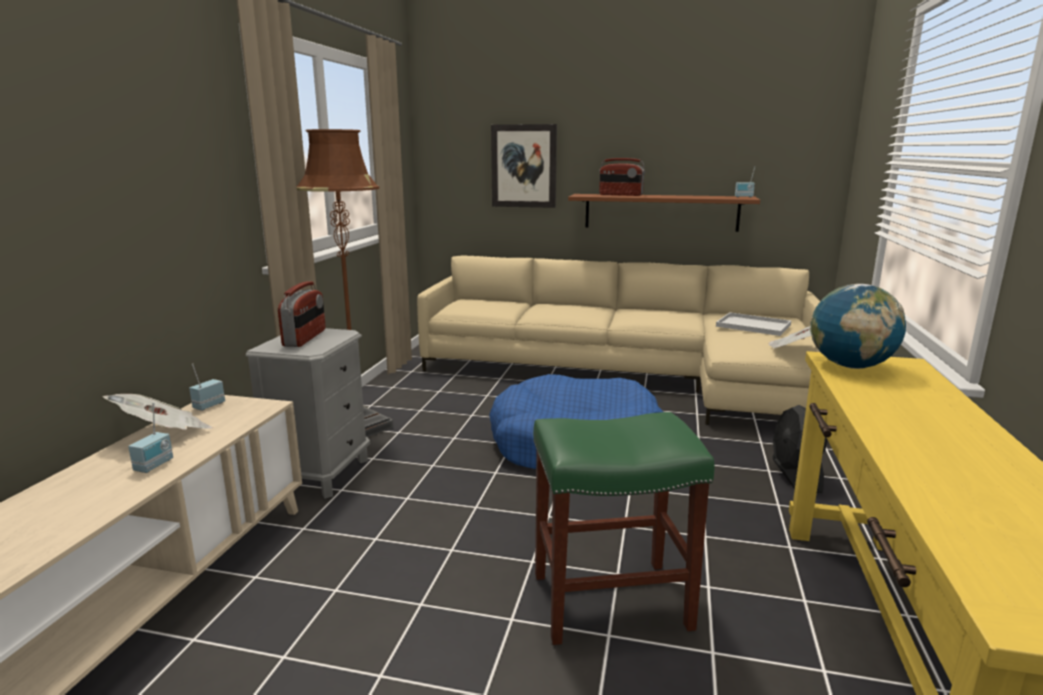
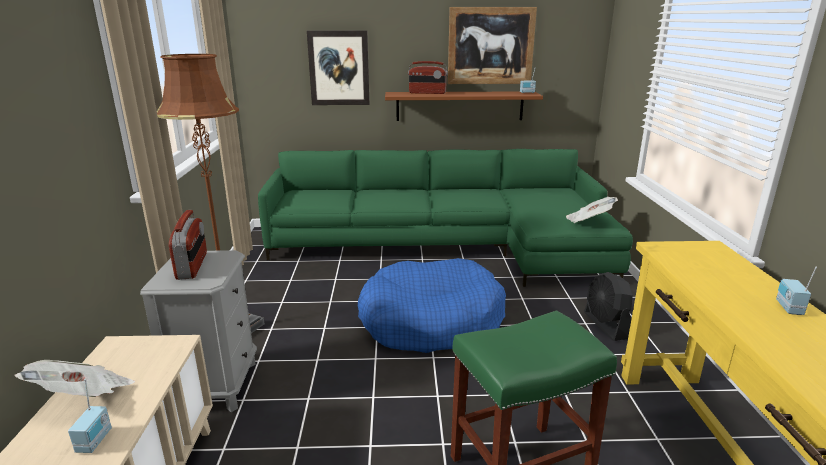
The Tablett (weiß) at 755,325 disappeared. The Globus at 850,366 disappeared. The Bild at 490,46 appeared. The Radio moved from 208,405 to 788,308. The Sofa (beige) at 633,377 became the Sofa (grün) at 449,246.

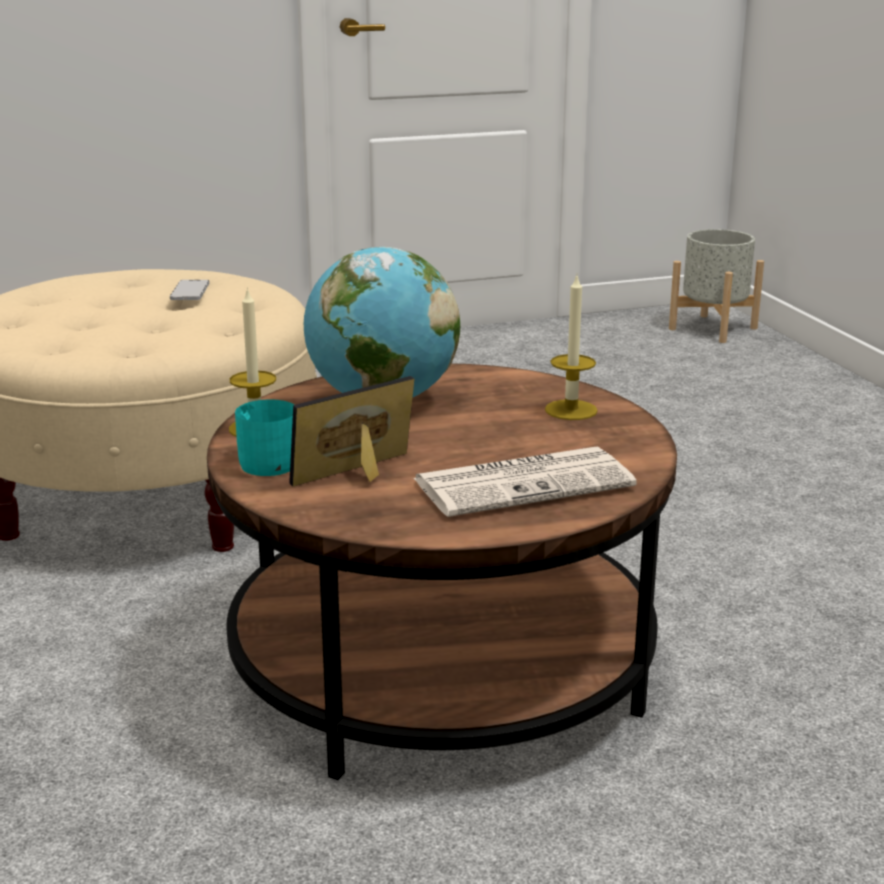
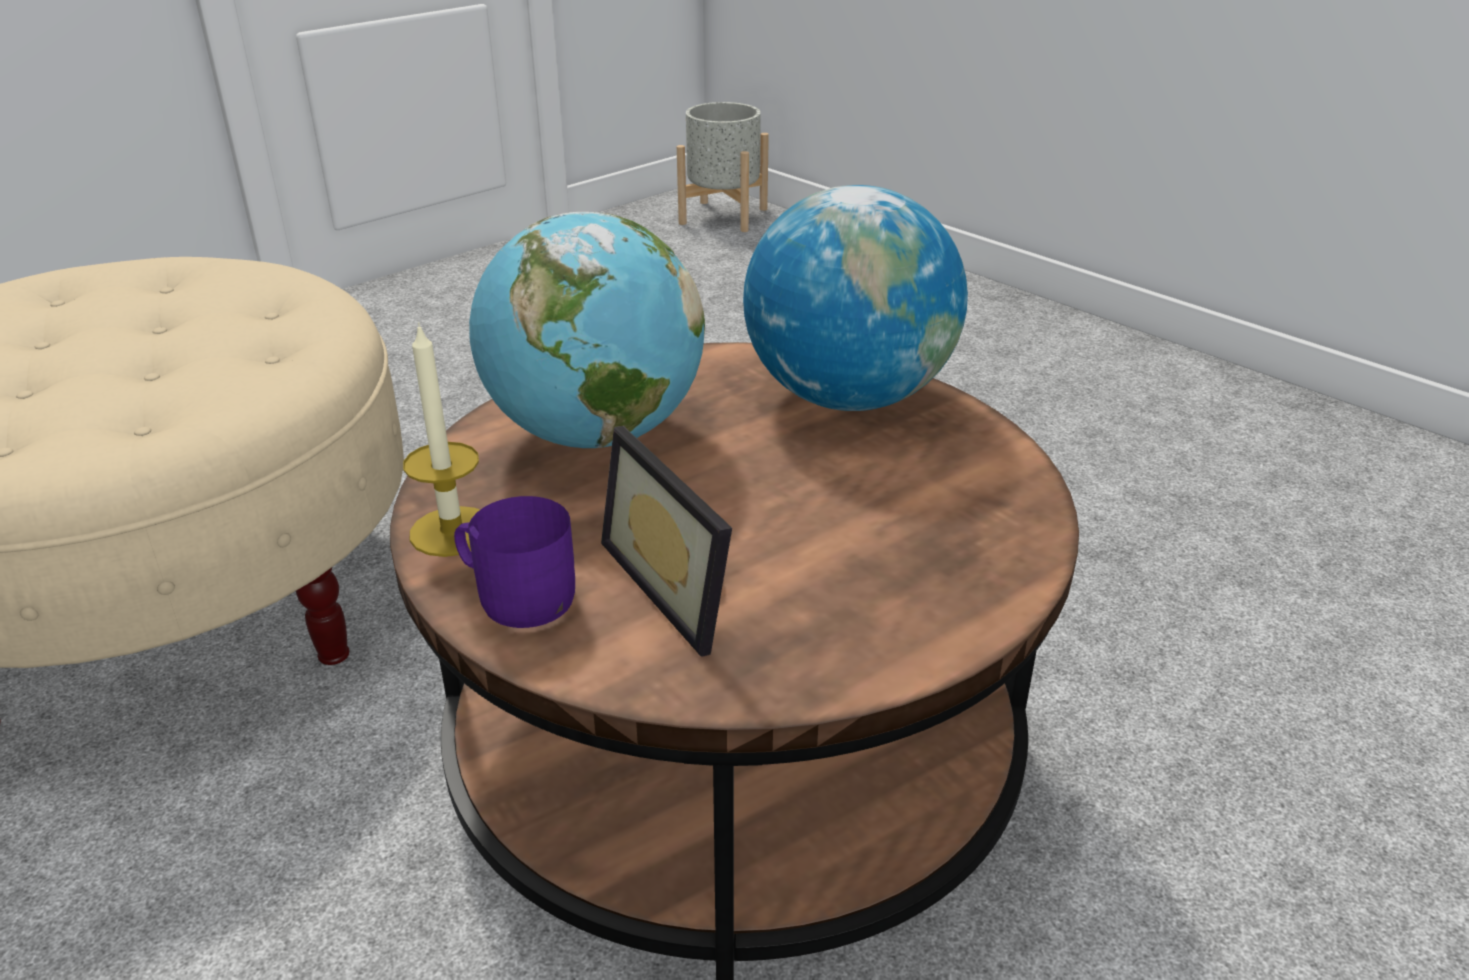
The Handy at 190,291 disappeared. The Zeitung at 525,483 disappeared. The Kerze at 571,410 was replaced by the Globus at 848,397. The Henkelbecher (türkis) at 264,461 became the Henkelbecher (lila) at 516,594. The Bilderrahmen at 361,476 turned 60 degrees counterclockwise.

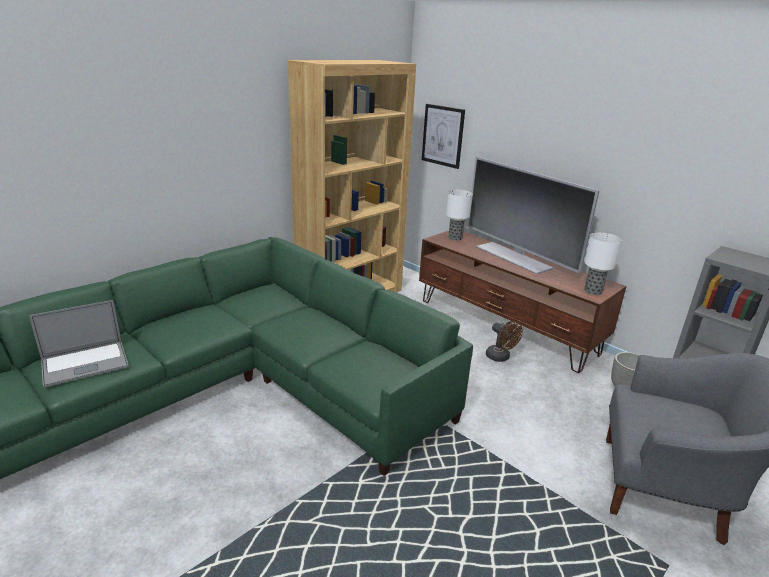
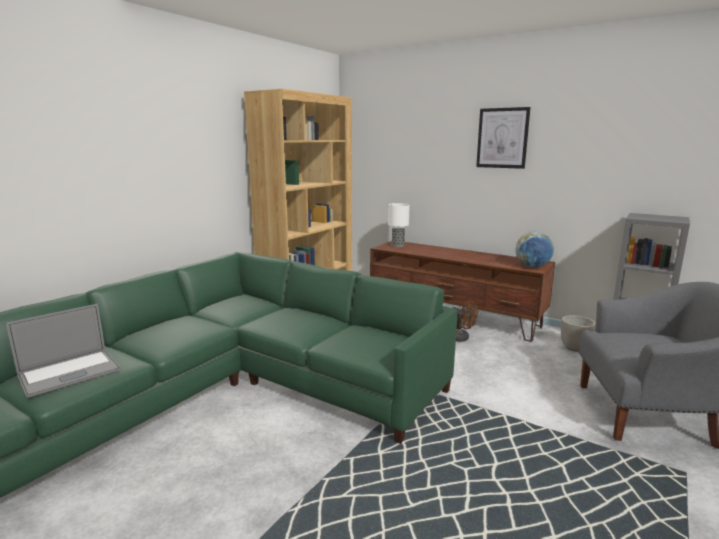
The Fernseher at 514,257 disappeared. The Bild moved from 443,136 to 502,138. The Tischlampe at 593,291 was replaced by the Globus at 532,267.

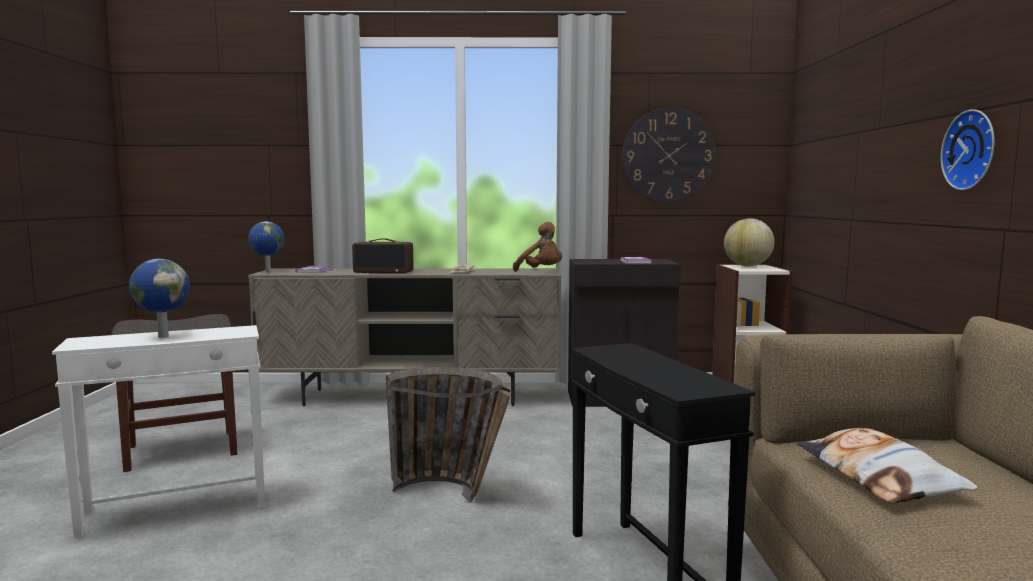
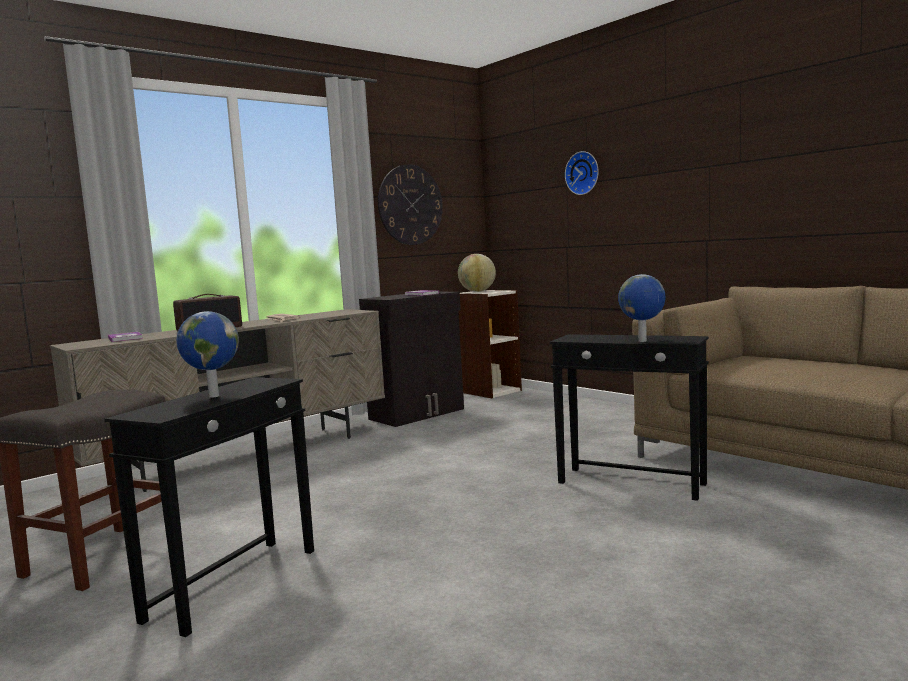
The Korb at 454,494 disappeared. The Plüschtier (braun) at 541,271 disappeared. The Kissen at 878,477 disappeared. The Globus moved from 267,271 to 643,341. The Wanduhr moved from 973,150 to 583,173. The Beistelltisch (weiß) at 177,510 became the Beistelltisch (schwarz) at 235,583.

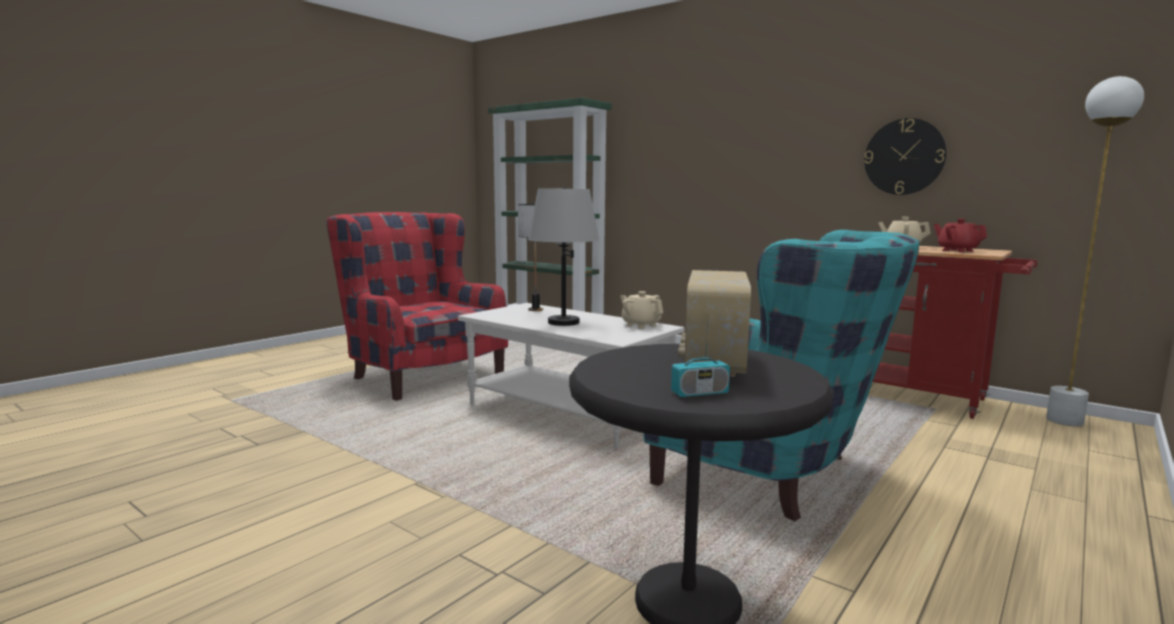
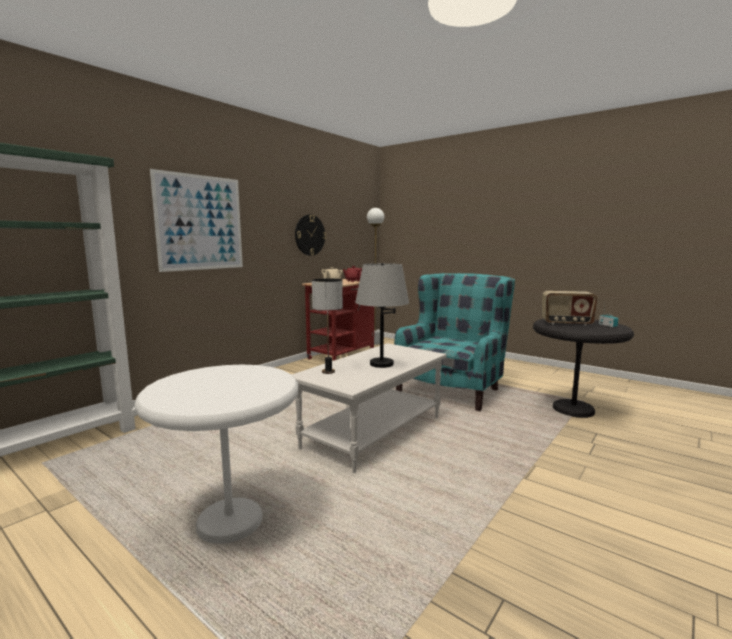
The Teekanne (beige) at 641,325 disappeared. The Bild at 200,223 appeared. The Sessel (rot) at 420,374 was replaced by the Beistelltisch (weiß) at 229,522.

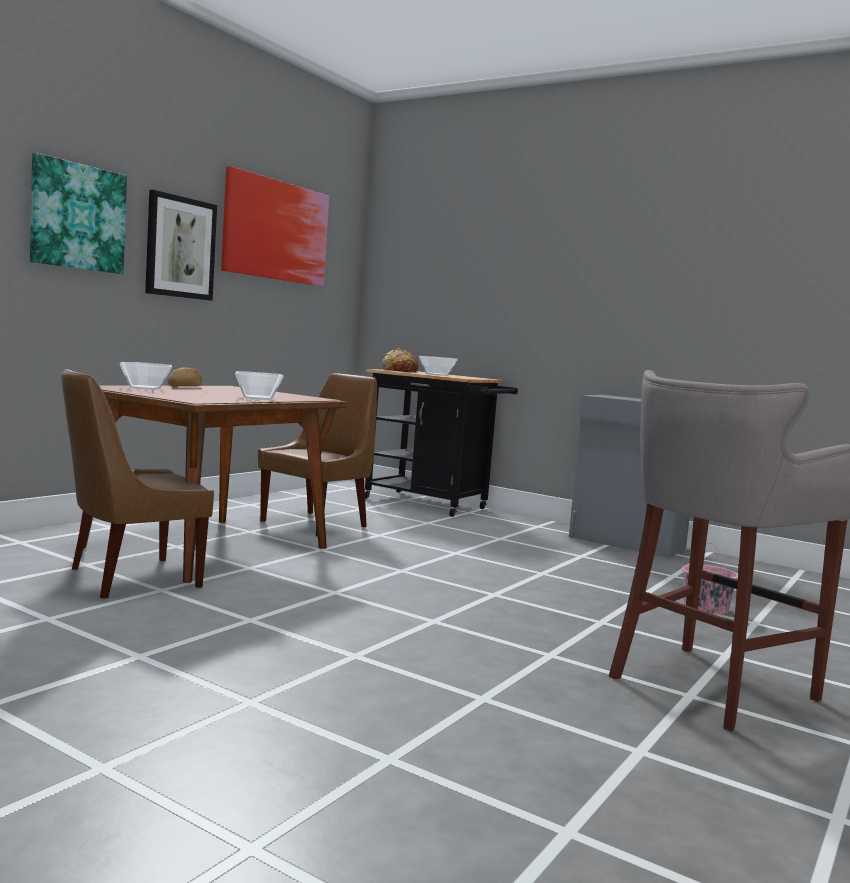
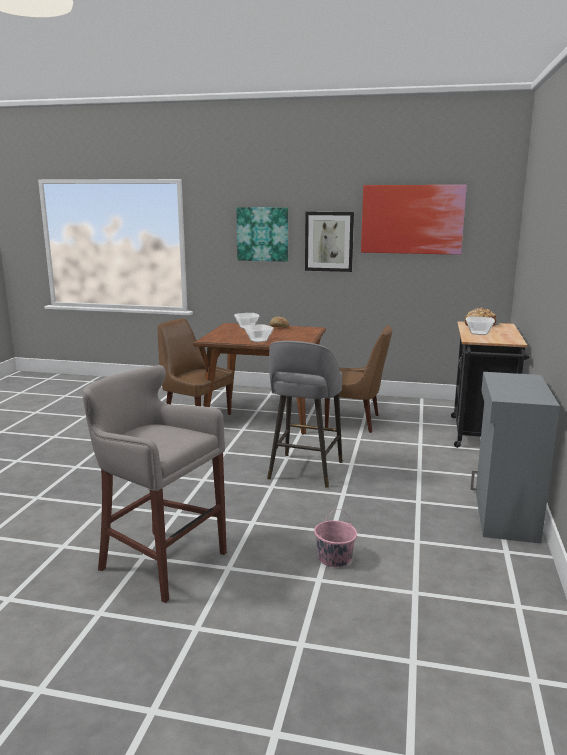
The Hocker (grau) at 304,471 appeared.

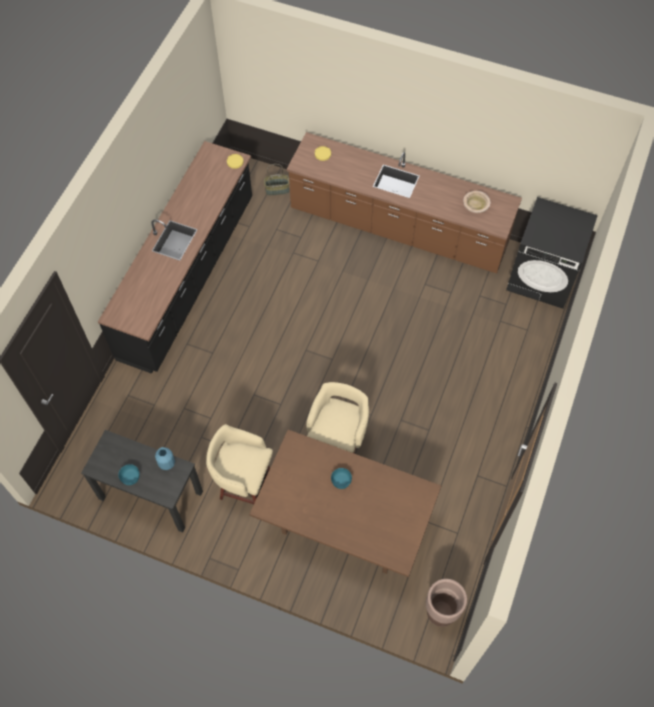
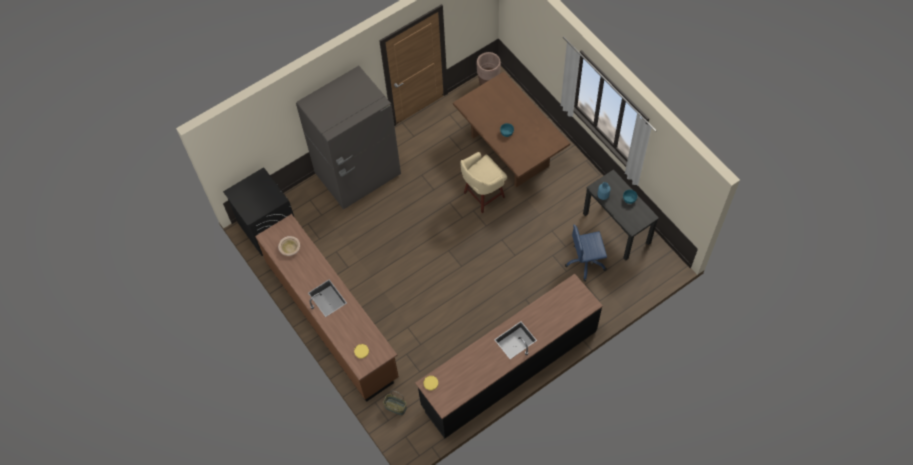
The Hocker (beige) at 244,485 disappeared. The Kühlschrank (grau) at 358,175 appeared. The Bürostuhl (blau) at 585,262 appeared.

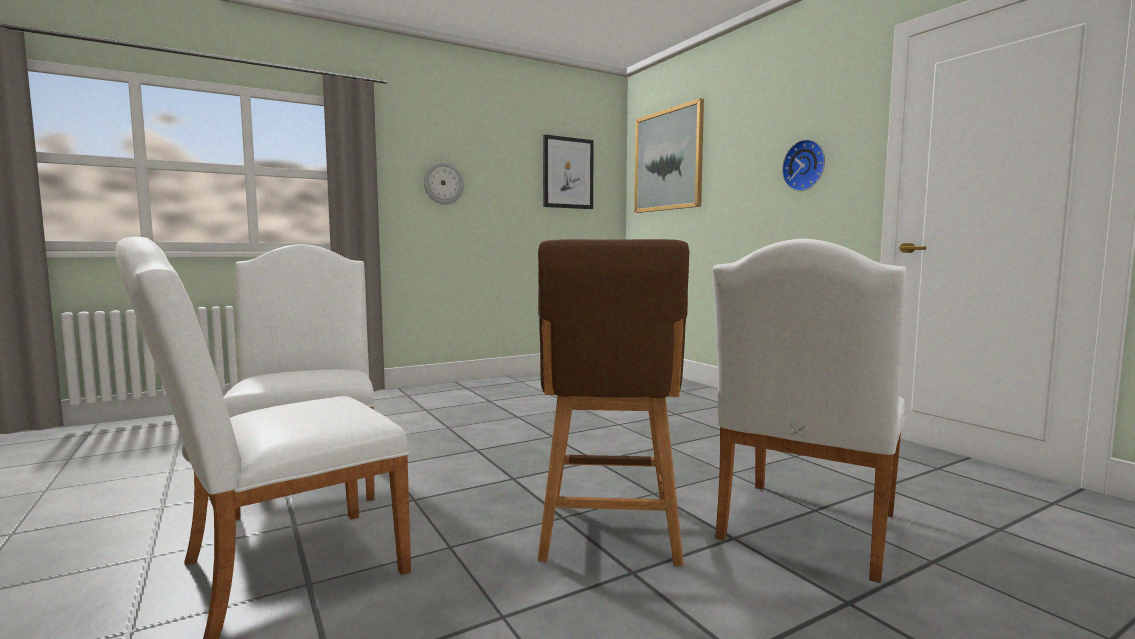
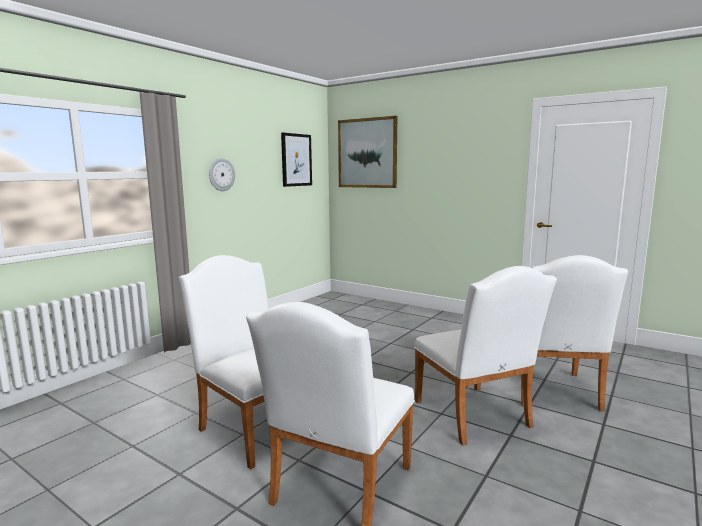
The Wanduhr at 805,165 disappeared. The Hocker (braun) at 609,534 was replaced by the Stuhl (weiß) at 475,417.

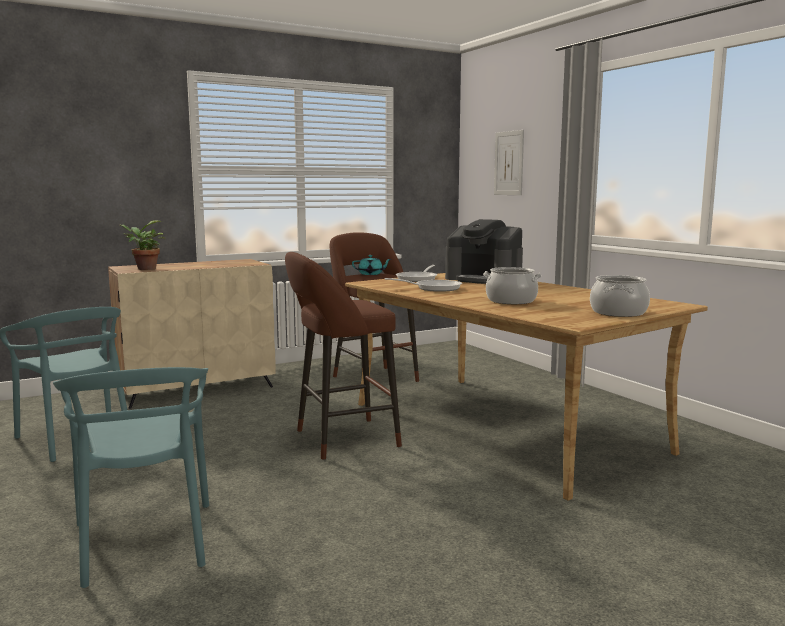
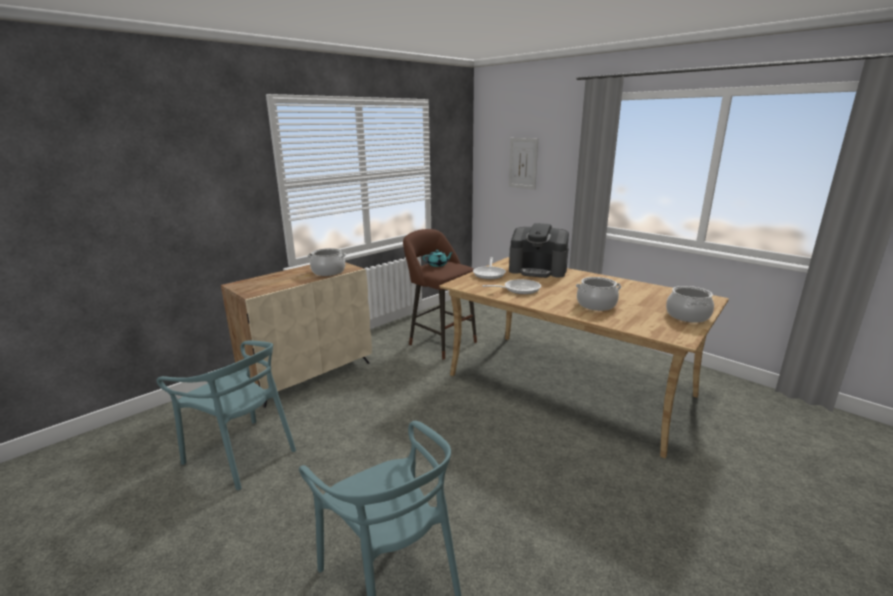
The Topfpflanze at 144,269 disappeared. The Hocker (braun) at 341,439 disappeared. The Kochtopf at 328,272 appeared.

